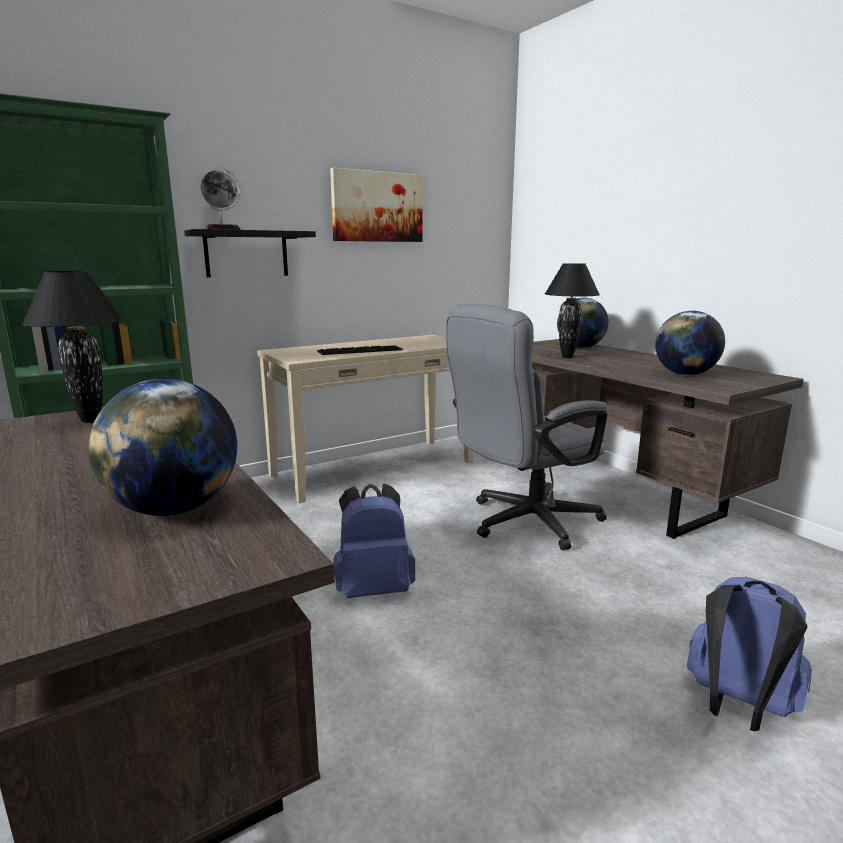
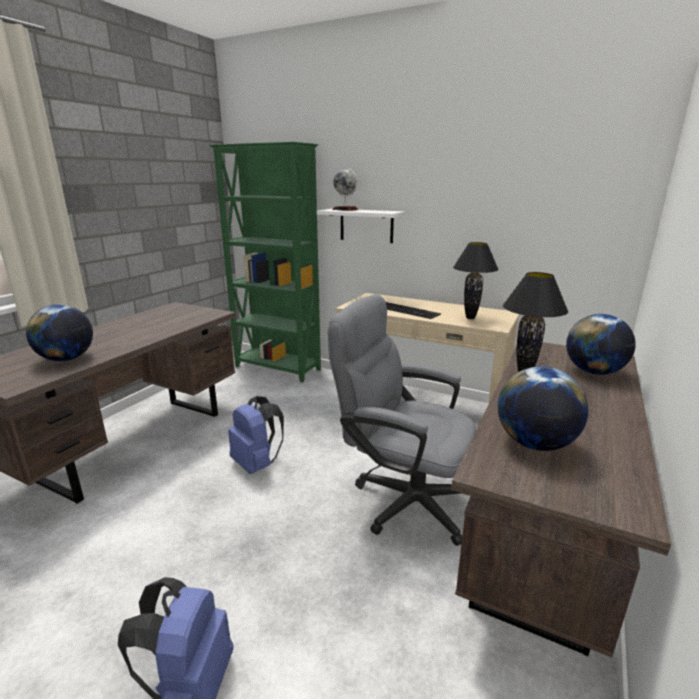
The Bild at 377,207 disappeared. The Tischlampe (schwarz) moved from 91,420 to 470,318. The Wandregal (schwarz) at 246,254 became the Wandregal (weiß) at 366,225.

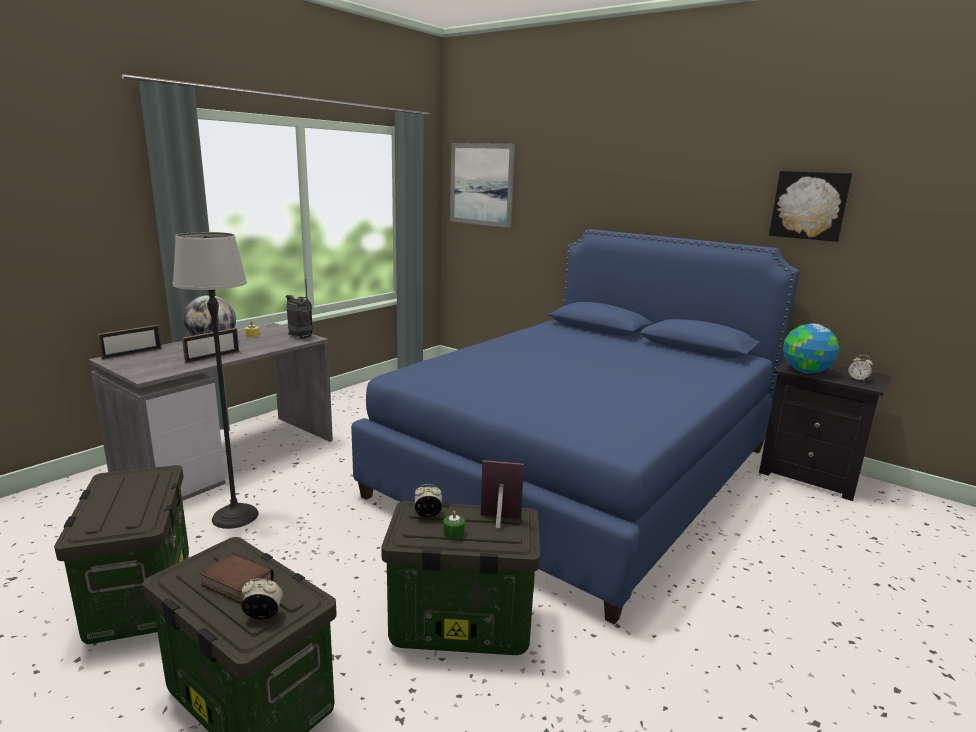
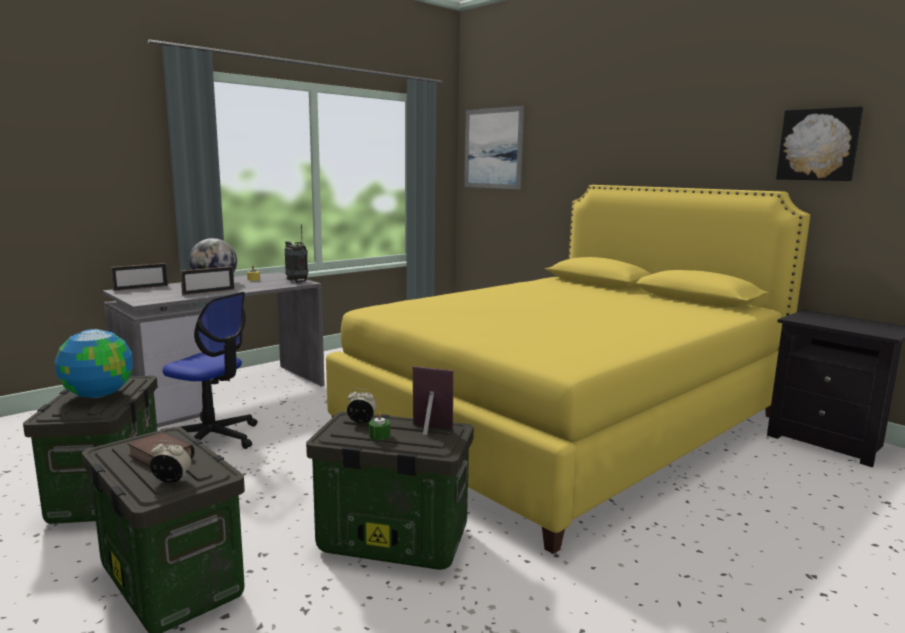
The Wecker at 858,379 disappeared. The Globus moved from 805,371 to 97,395. The Stehlampe at 235,516 was replaced by the Bürostuhl at 212,439. The Bett (blau) at 580,471 became the Bett (gelb) at 564,423.

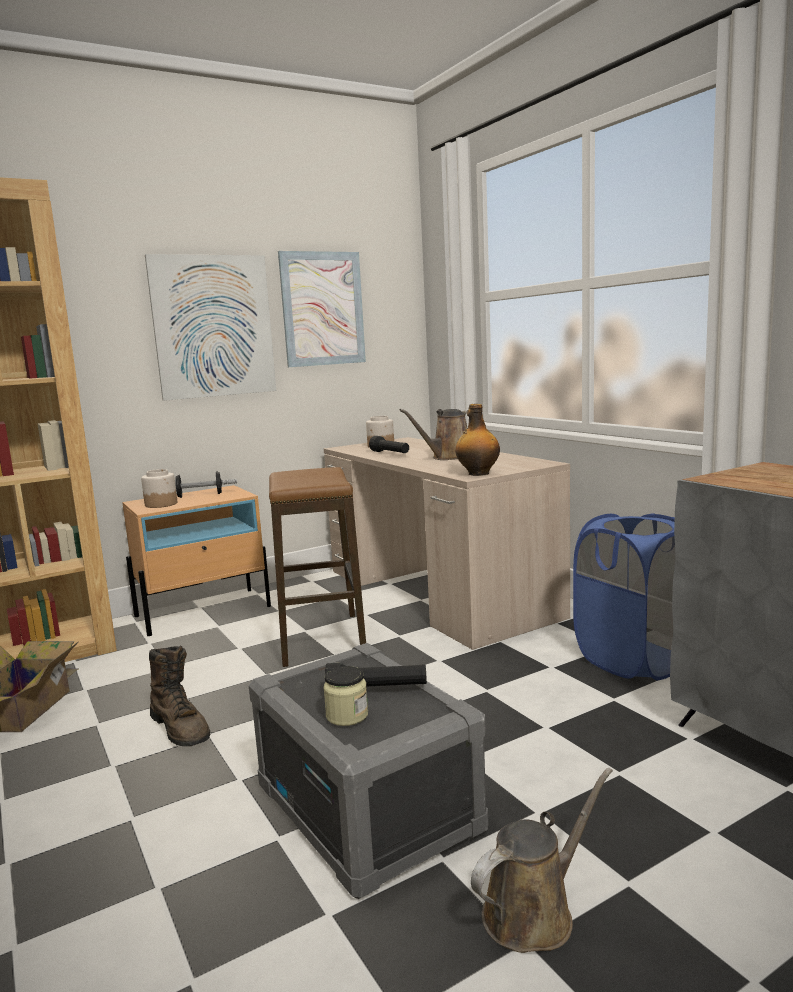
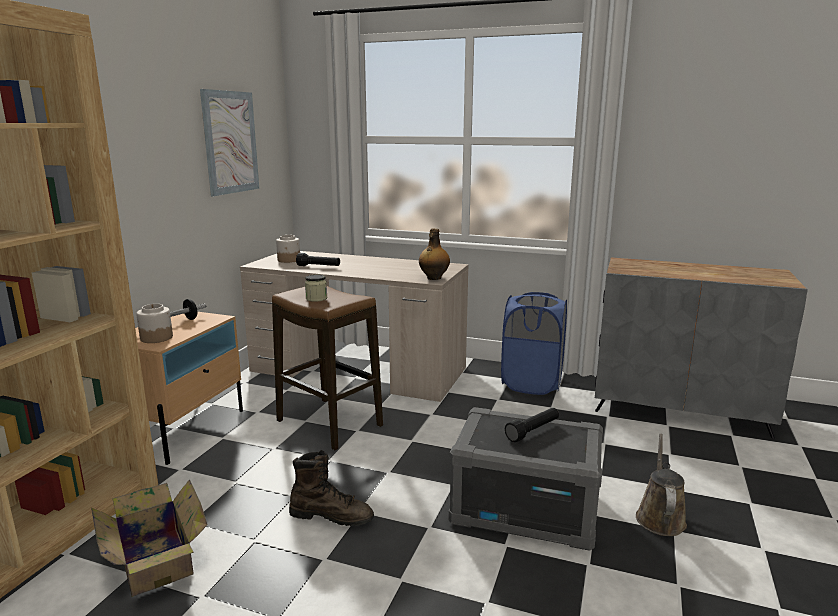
The Bild at 213,326 disappeared. The Gießkanne (braun) at 449,457 disappeared. The Vorratsglas moved from 347,715 to 316,298.

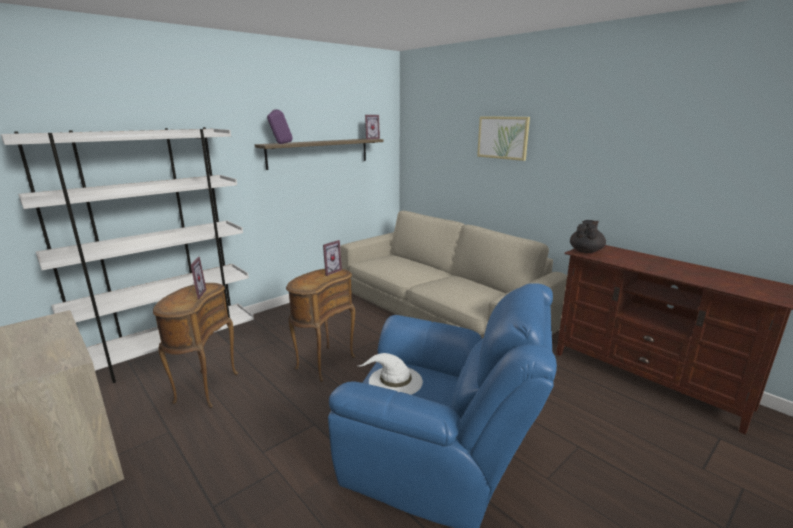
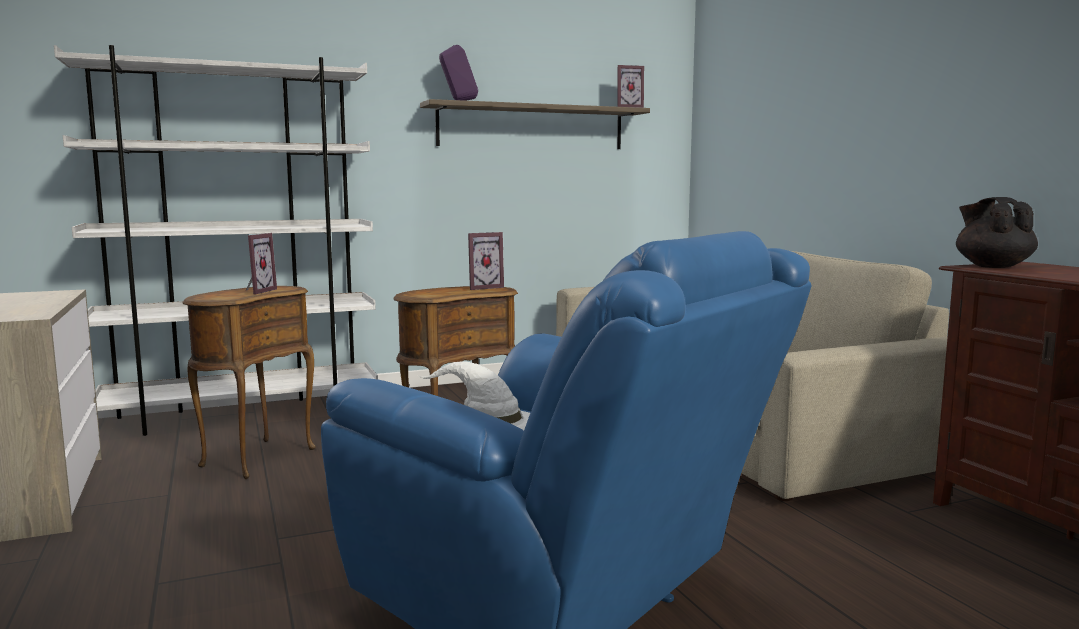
The Bild at 503,137 disappeared. The Teekanne (schwarz) at 586,251 turned 60 degrees counterclockwise.

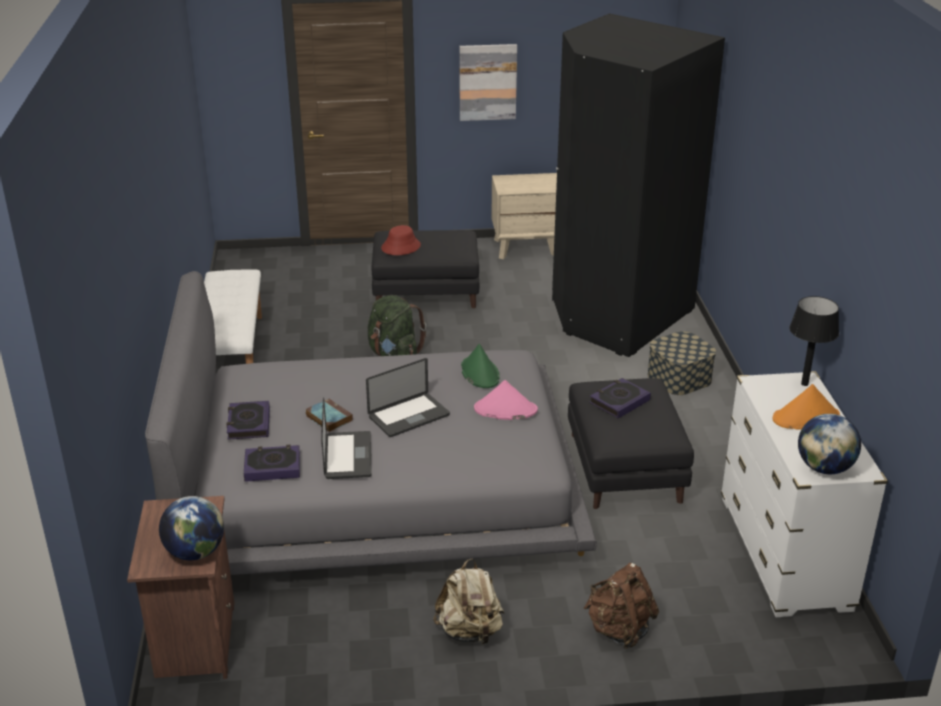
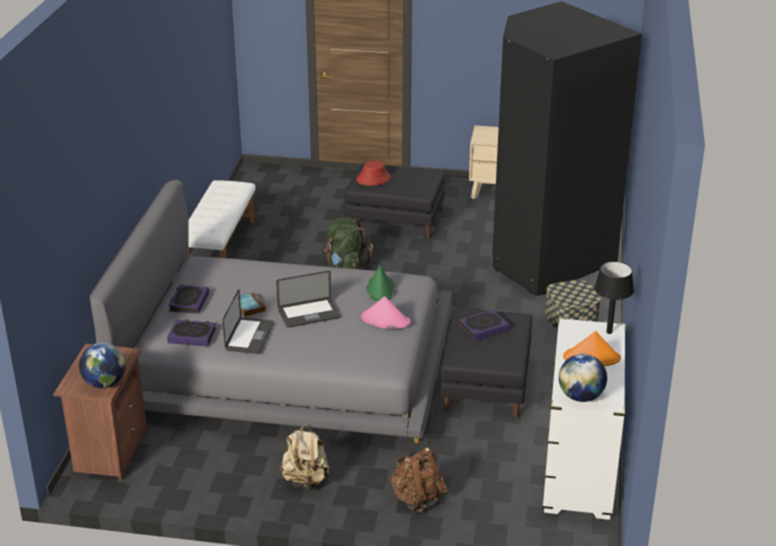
The Bild at 487,82 disappeared.

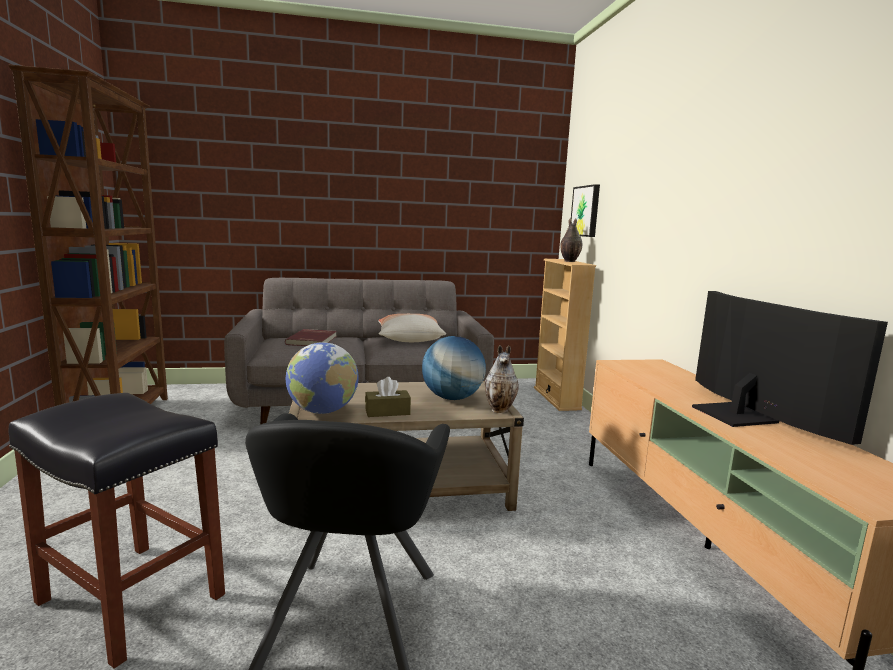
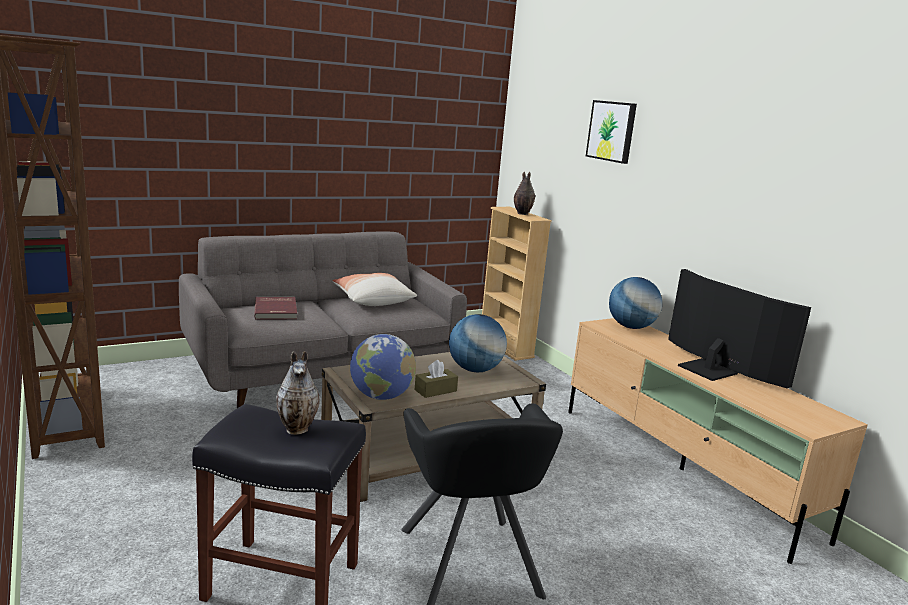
The Globus at 631,327 appeared. The Vase moved from 500,410 to 298,429. The Bild moved from 586,211 to 612,131.

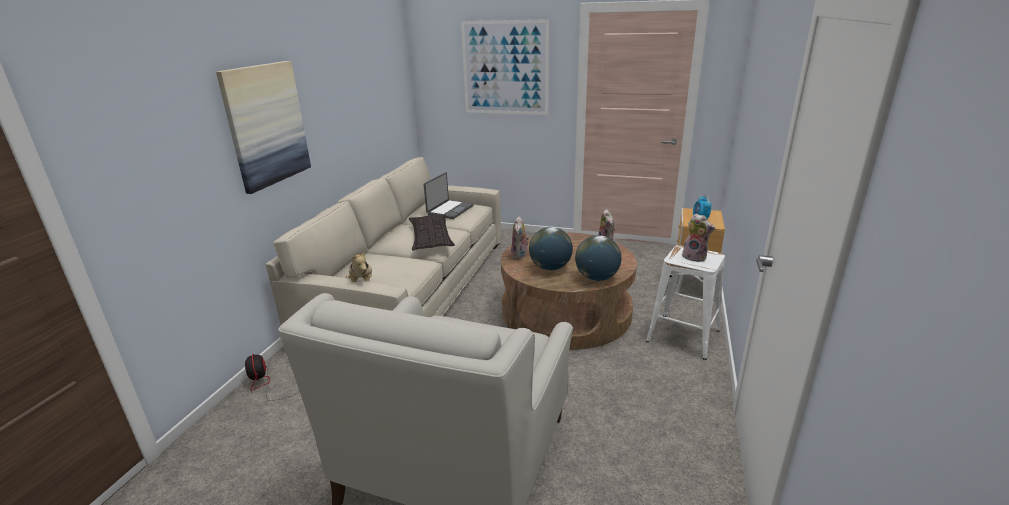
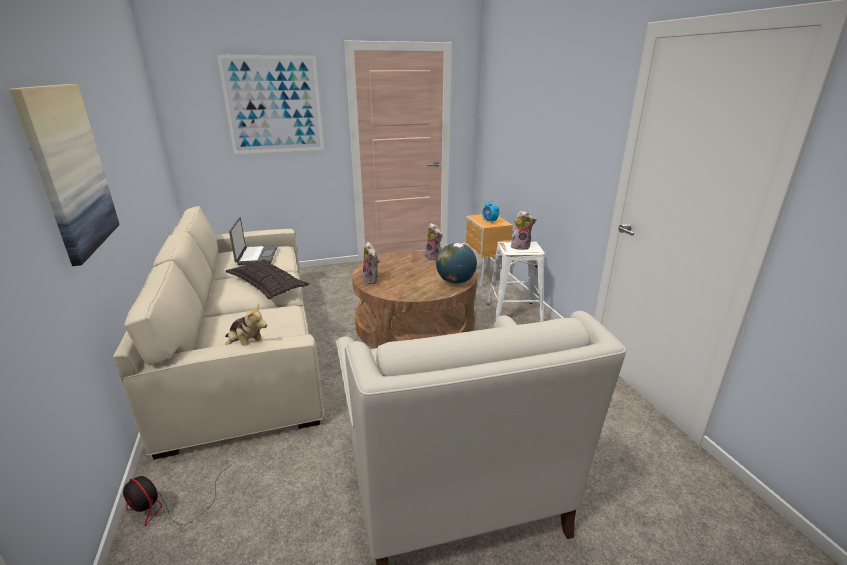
The Globus at 550,268 disappeared.

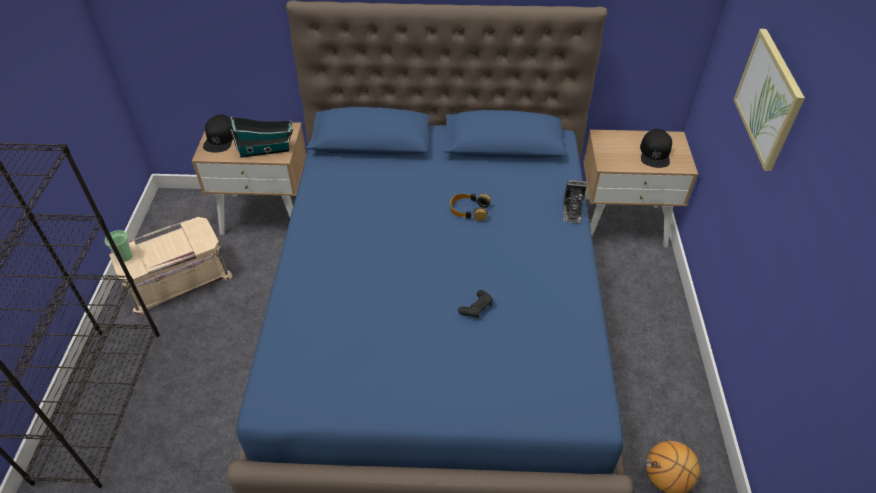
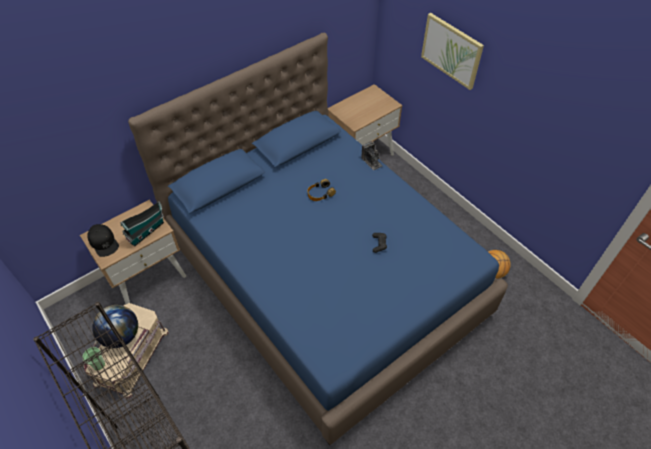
The Kappe (schwarz) at 655,153 disappeared. The Globus at 121,336 appeared.

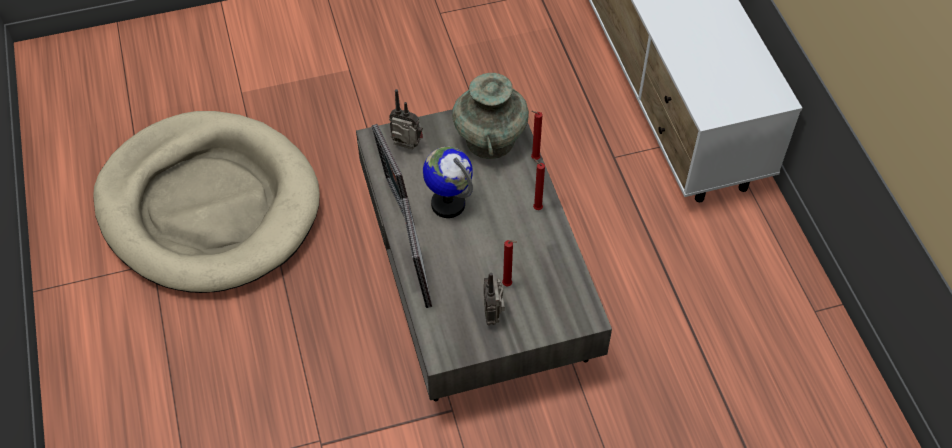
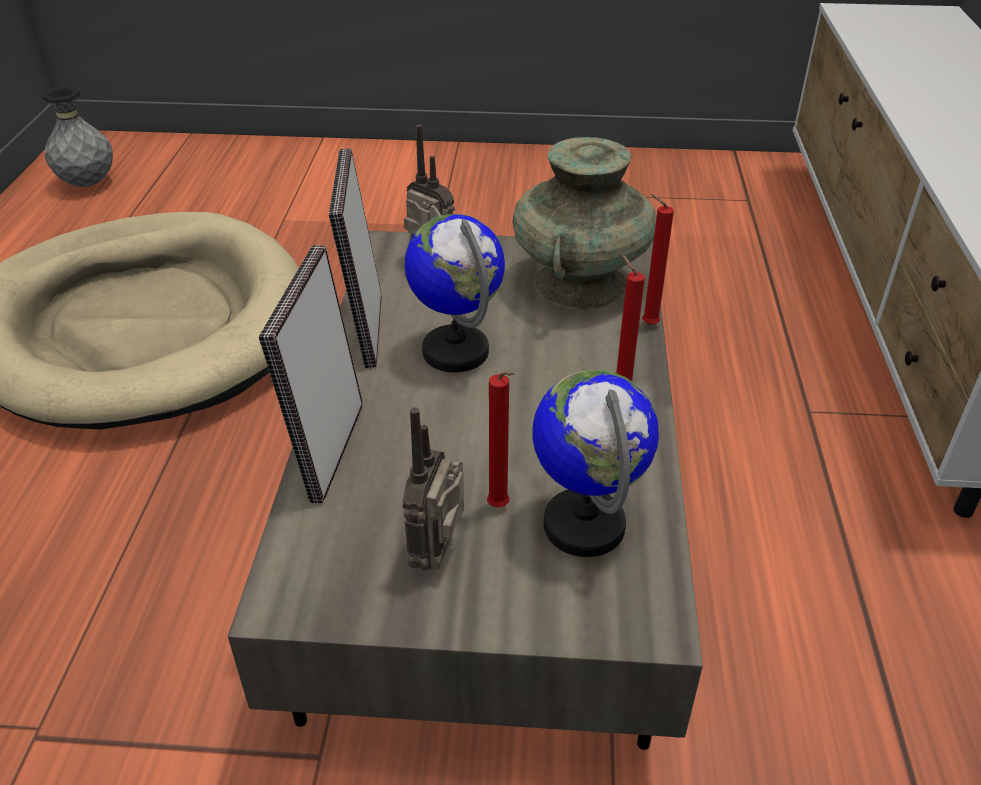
The Vase (grau) at 88,184 appeared. The Globus at 585,524 appeared.

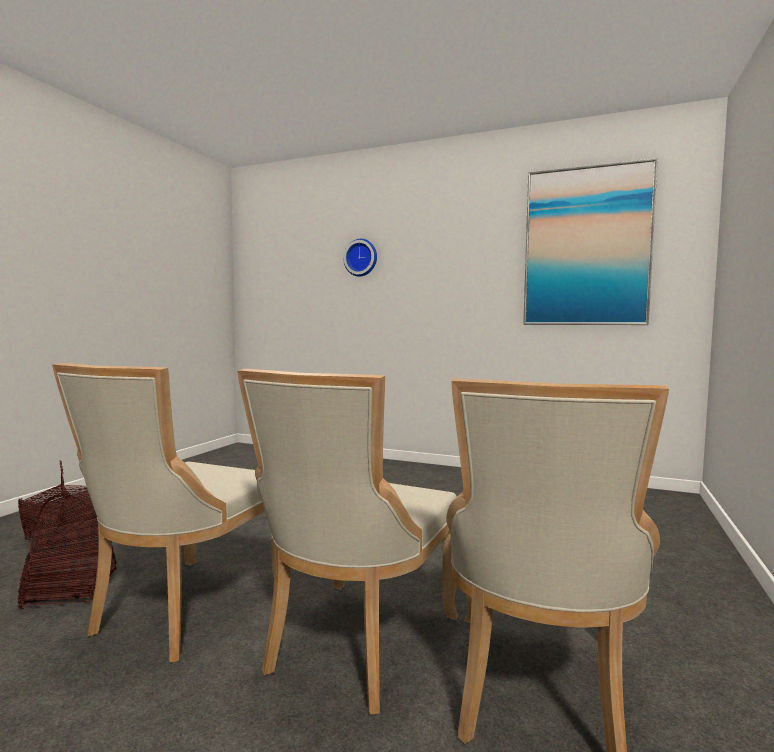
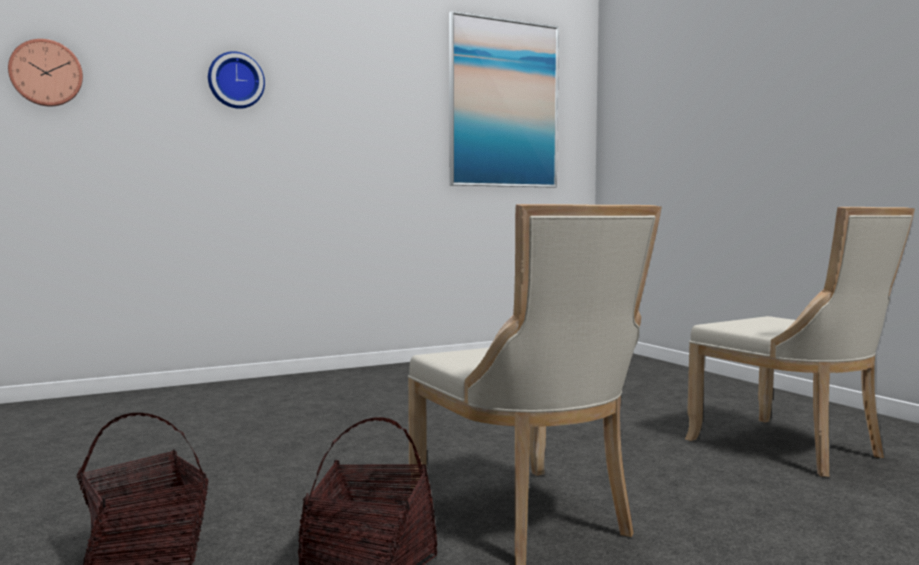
The Stuhl (beige) at 356,645 disappeared. The Wanduhr at 46,73 appeared.

